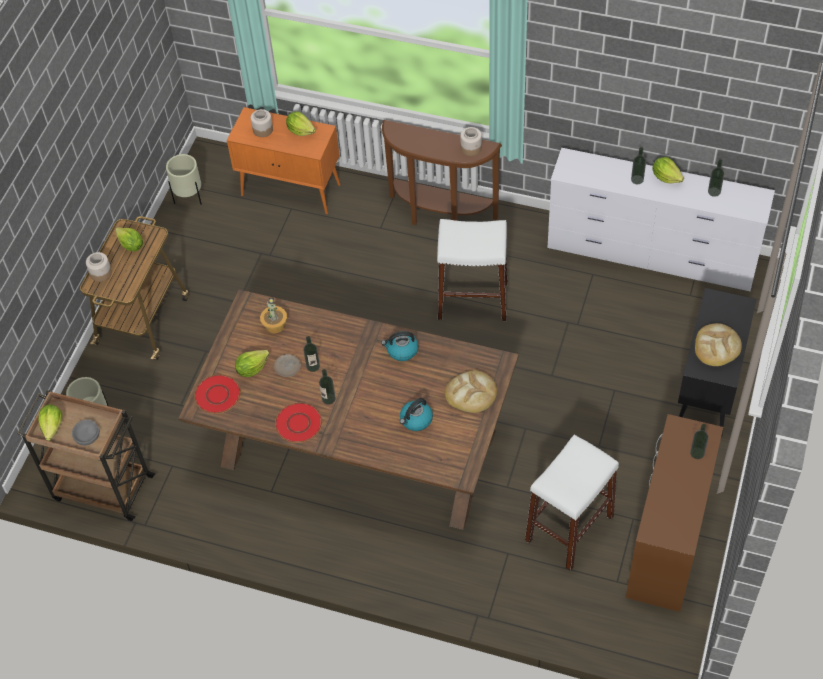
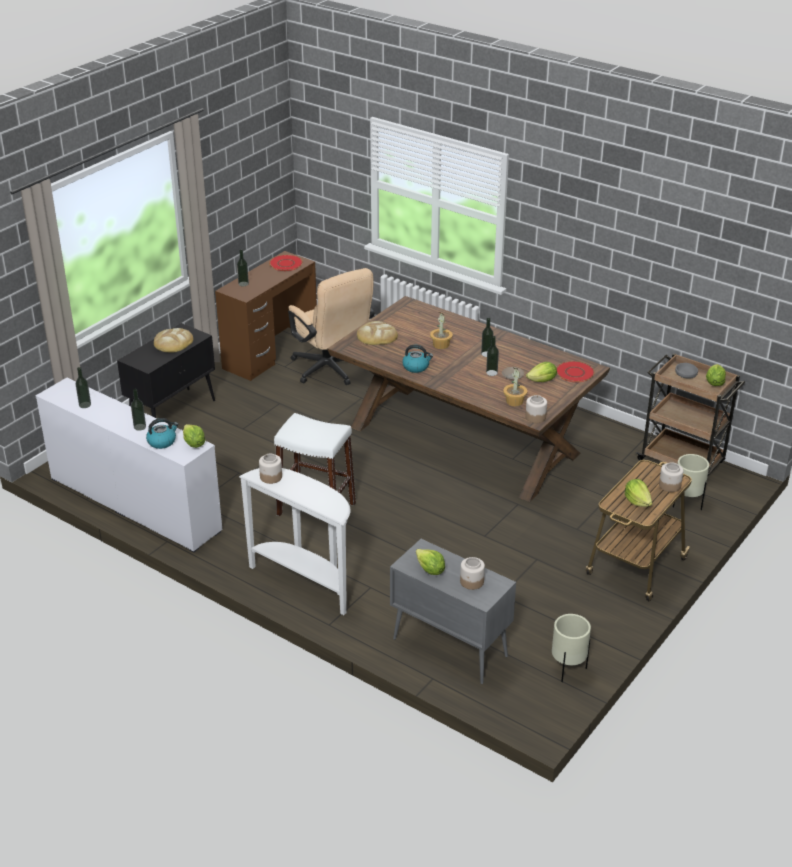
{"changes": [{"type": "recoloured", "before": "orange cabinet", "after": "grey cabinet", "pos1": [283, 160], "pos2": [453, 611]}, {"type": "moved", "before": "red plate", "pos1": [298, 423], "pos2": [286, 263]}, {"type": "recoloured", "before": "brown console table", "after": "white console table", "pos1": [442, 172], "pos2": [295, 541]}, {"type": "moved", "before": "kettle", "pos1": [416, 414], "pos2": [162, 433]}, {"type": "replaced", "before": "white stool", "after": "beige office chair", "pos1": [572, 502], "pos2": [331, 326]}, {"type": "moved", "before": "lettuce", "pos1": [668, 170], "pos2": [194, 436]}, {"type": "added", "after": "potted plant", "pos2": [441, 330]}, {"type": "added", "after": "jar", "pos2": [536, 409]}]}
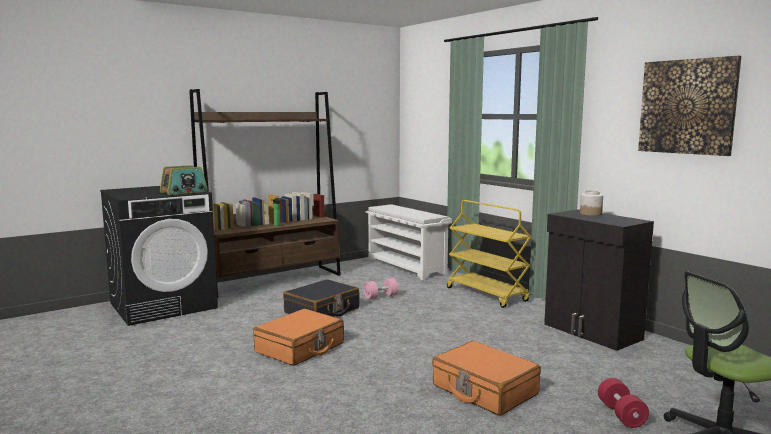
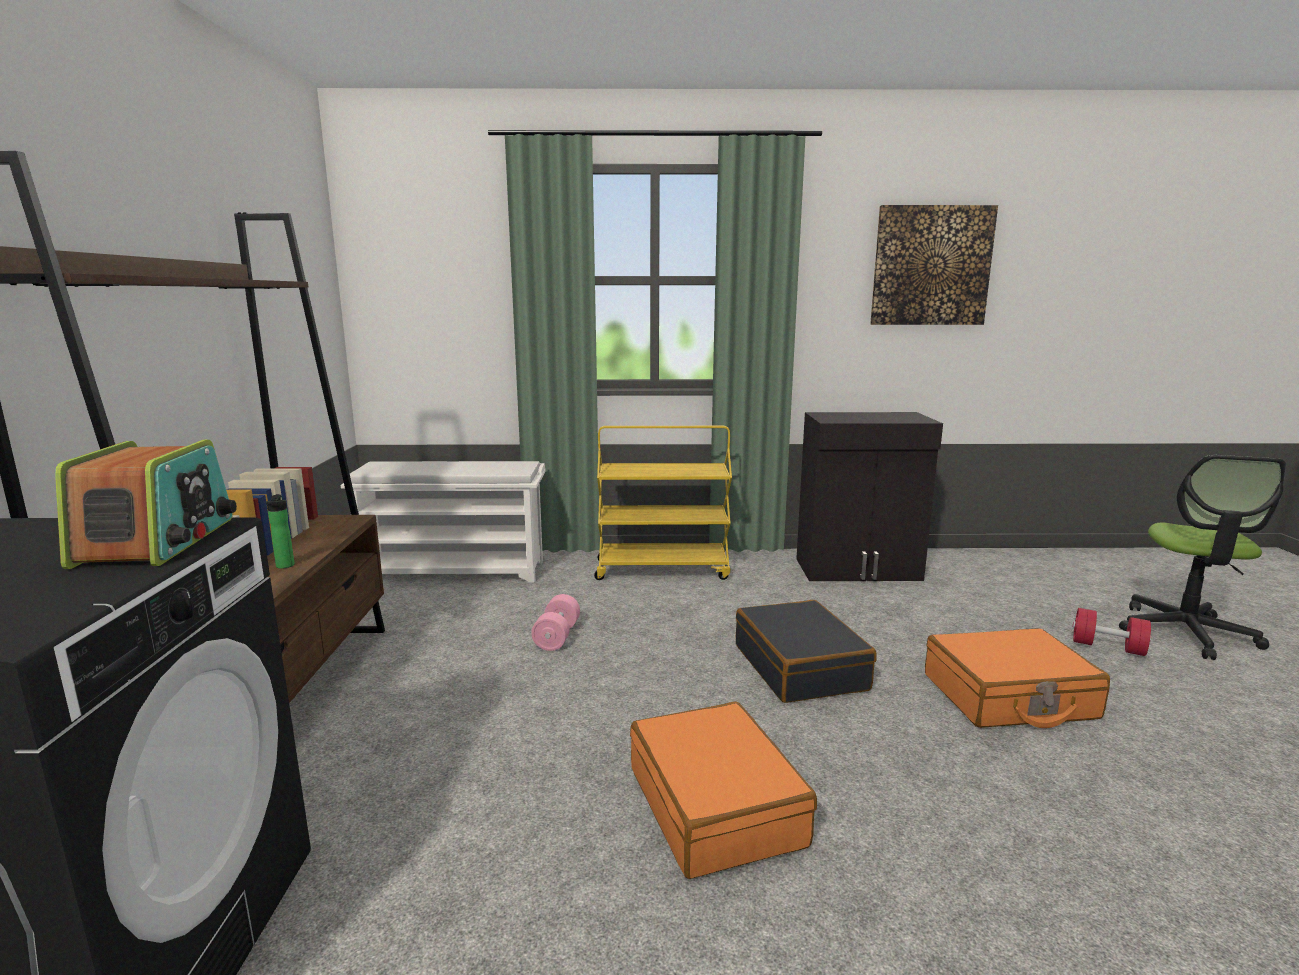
{"changes": [{"type": "moved", "before": "black suitcase", "pos1": [321, 298], "pos2": [806, 651]}, {"type": "removed", "before": "jar", "pos1": [591, 203]}]}
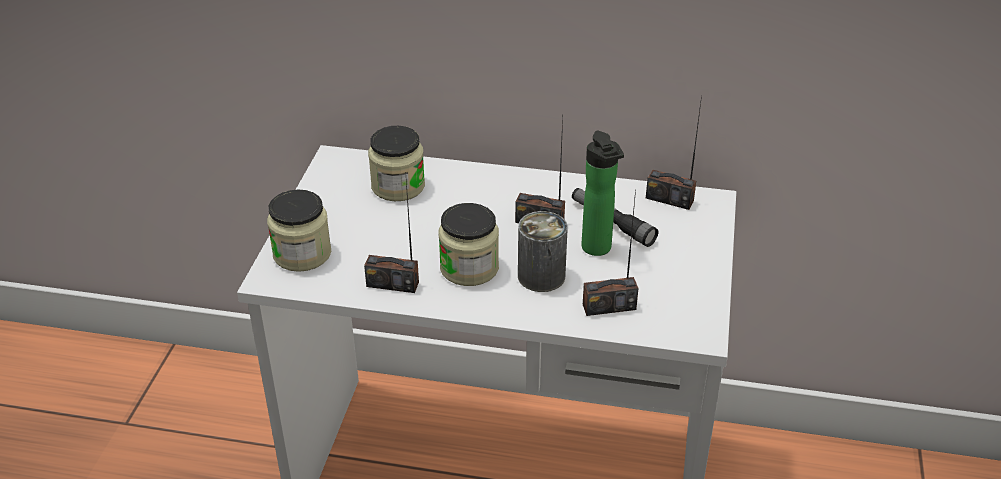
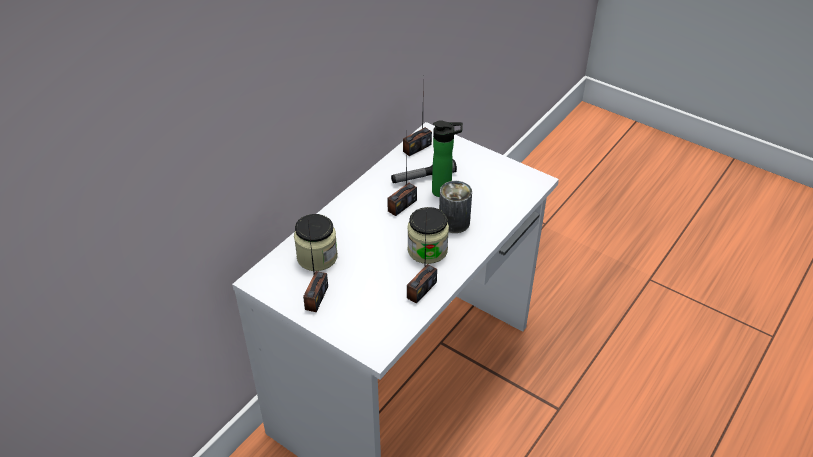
{"changes": [{"type": "removed", "before": "jar", "pos1": [299, 230]}, {"type": "moved", "before": "radio", "pos1": [610, 252], "pos2": [315, 267]}]}
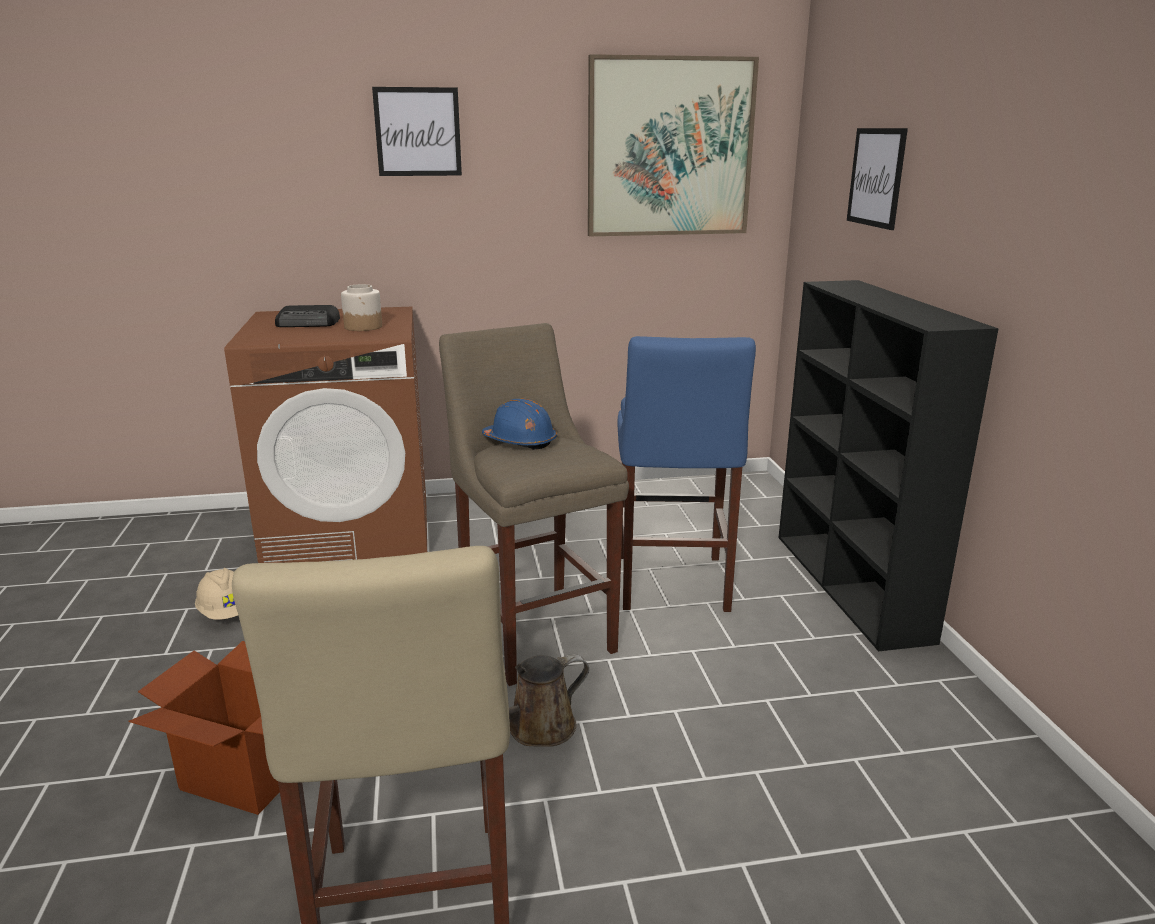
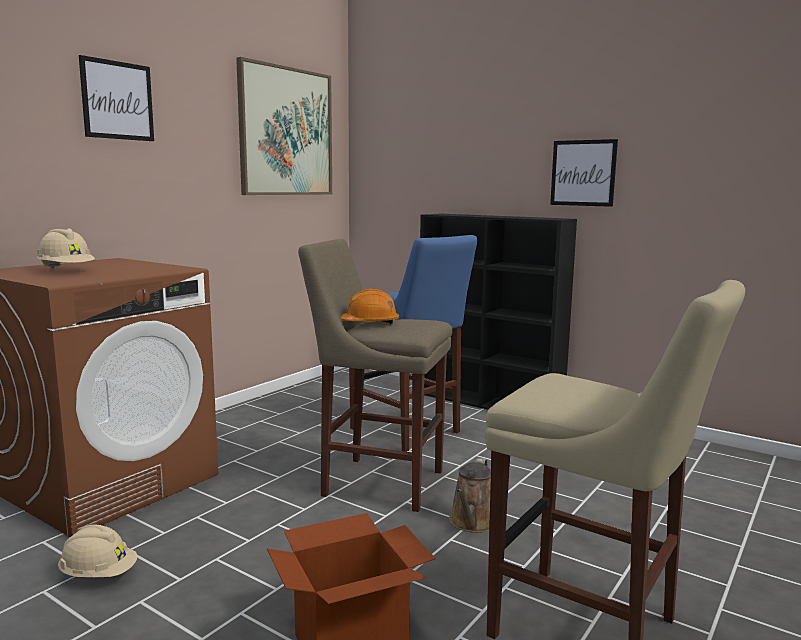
{"changes": [{"type": "replaced", "before": "radio", "after": "beige hard hat", "pos1": [307, 316], "pos2": [65, 248]}, {"type": "removed", "before": "jar", "pos1": [361, 307]}, {"type": "recoloured", "before": "blue hard hat", "after": "orange hard hat", "pos1": [519, 424], "pos2": [370, 306]}, {"type": "moved", "before": "picture", "pos1": [877, 179], "pos2": [584, 173]}]}
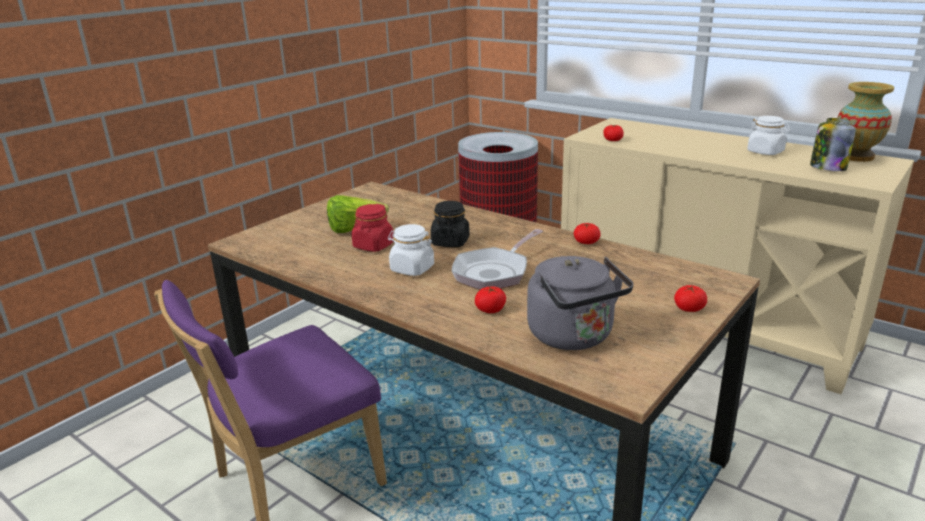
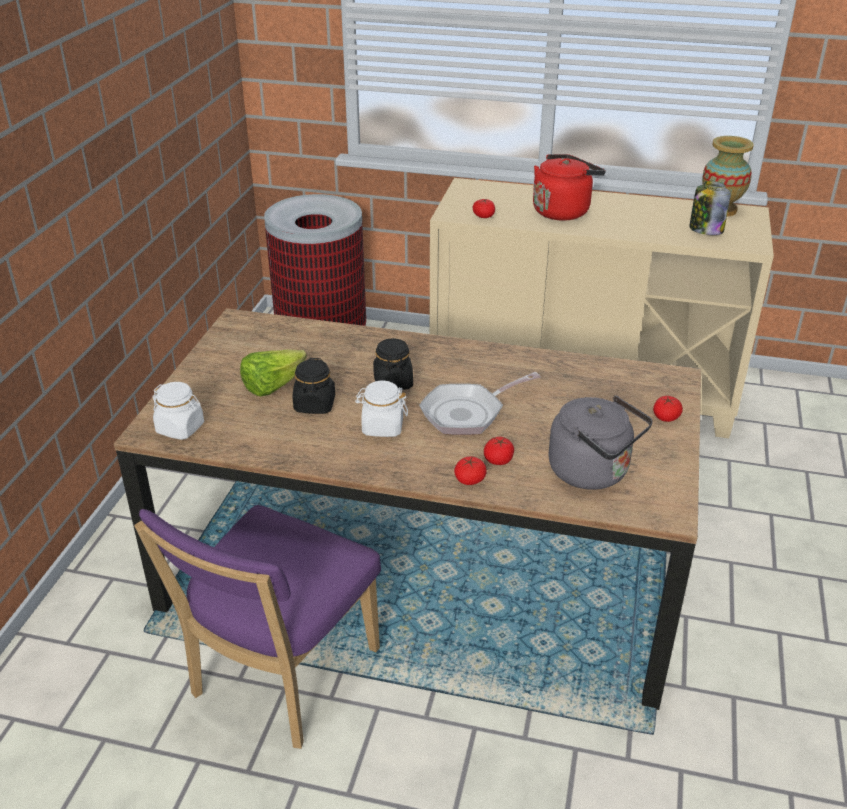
{"changes": [{"type": "recoloured", "before": "red jar", "after": "black jar", "pos1": [373, 228], "pos2": [314, 386]}, {"type": "turned", "before": "frying pan", "pos1": [497, 259], "pos2": [479, 403], "turn": 45}, {"type": "moved", "before": "tomato", "pos1": [587, 233], "pos2": [470, 471]}, {"type": "moved", "before": "white jar", "pos1": [768, 135], "pos2": [178, 411]}, {"type": "added", "after": "red kettle", "pos2": [569, 187]}]}
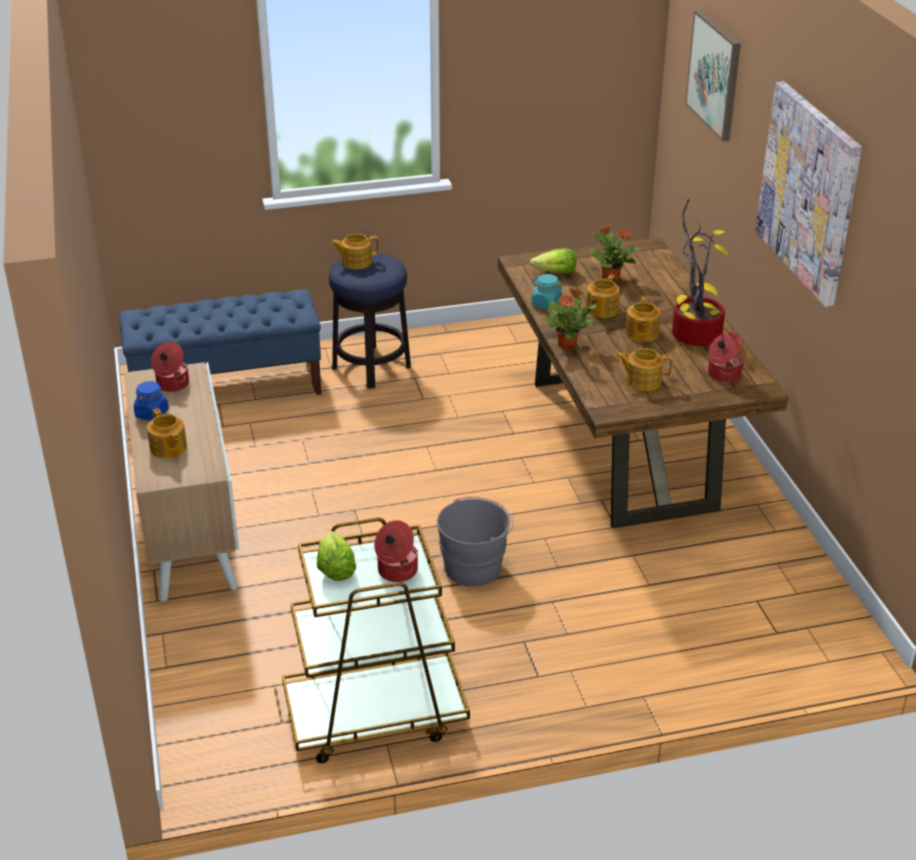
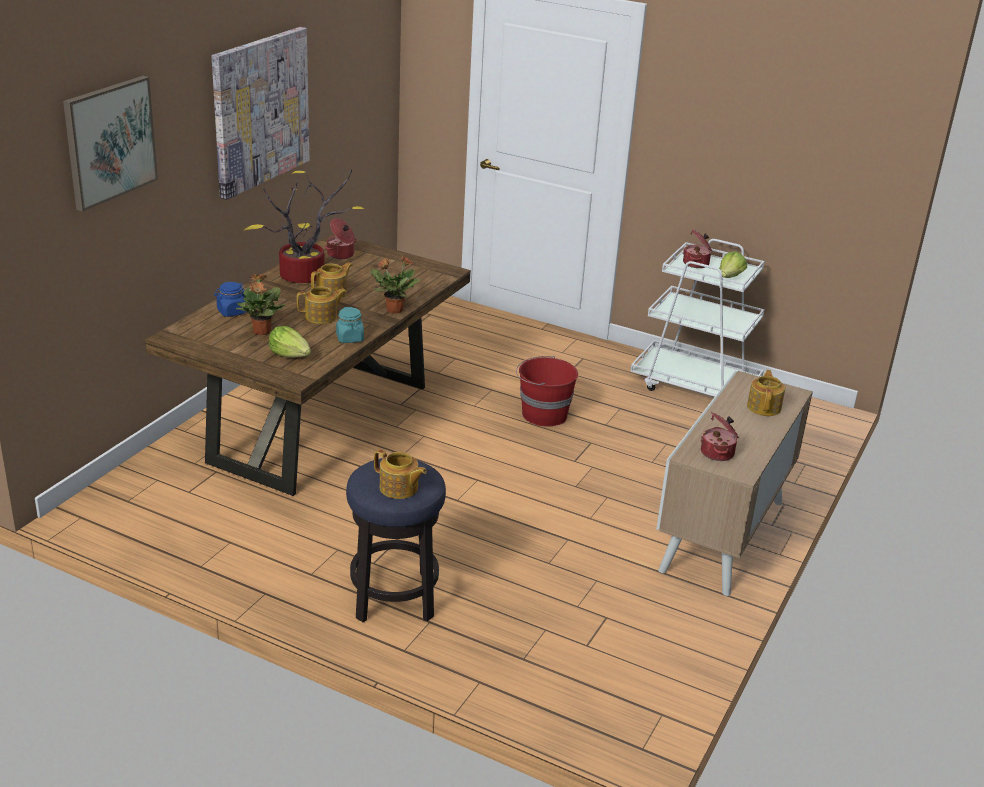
{"changes": [{"type": "removed", "before": "blue bench", "pos1": [220, 342]}, {"type": "moved", "before": "blue jar", "pos1": [151, 401], "pos2": [230, 299]}, {"type": "recoloured", "before": "brown cart", "after": "white cart", "pos1": [376, 640], "pos2": [697, 318]}, {"type": "recoloured", "before": "grey bucket", "after": "red bucket", "pos1": [475, 542], "pos2": [547, 391]}, {"type": "removed", "before": "teapot", "pos1": [644, 369]}]}
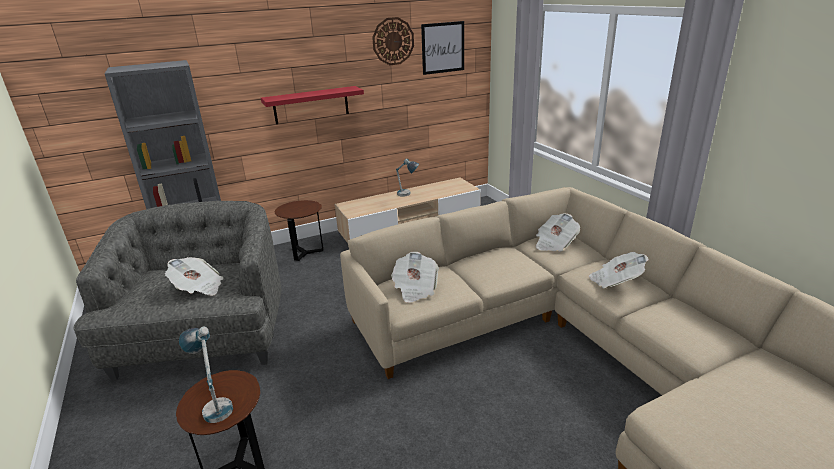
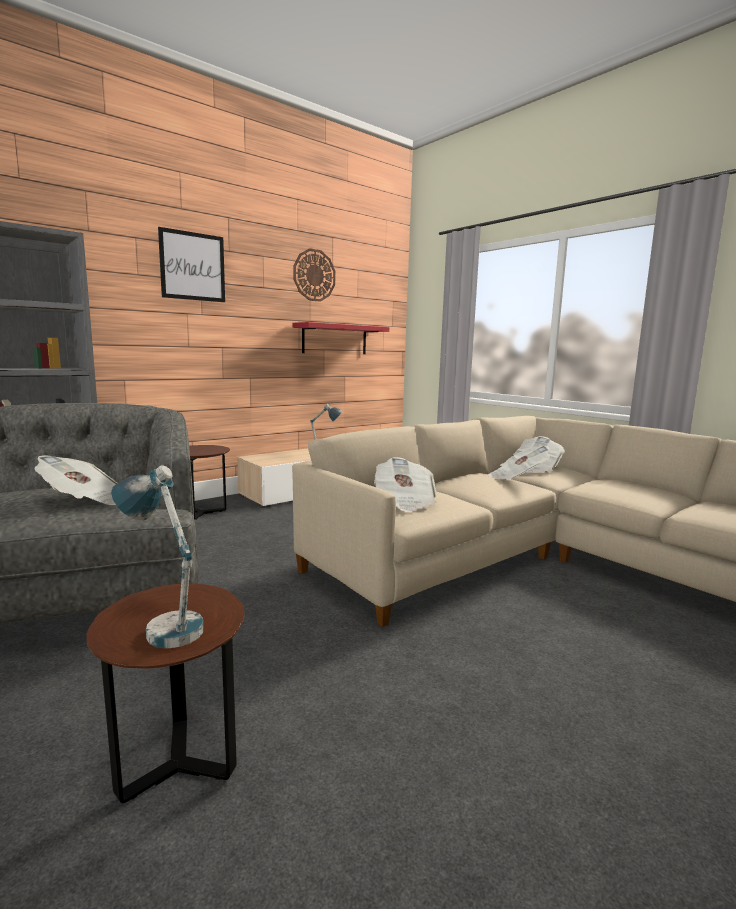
{"changes": [{"type": "moved", "before": "red shelf", "pos1": [312, 105], "pos2": [340, 338]}, {"type": "moved", "before": "picture", "pos1": [442, 48], "pos2": [191, 264]}, {"type": "moved", "before": "newspaper", "pos1": [619, 270], "pos2": [519, 463]}]}
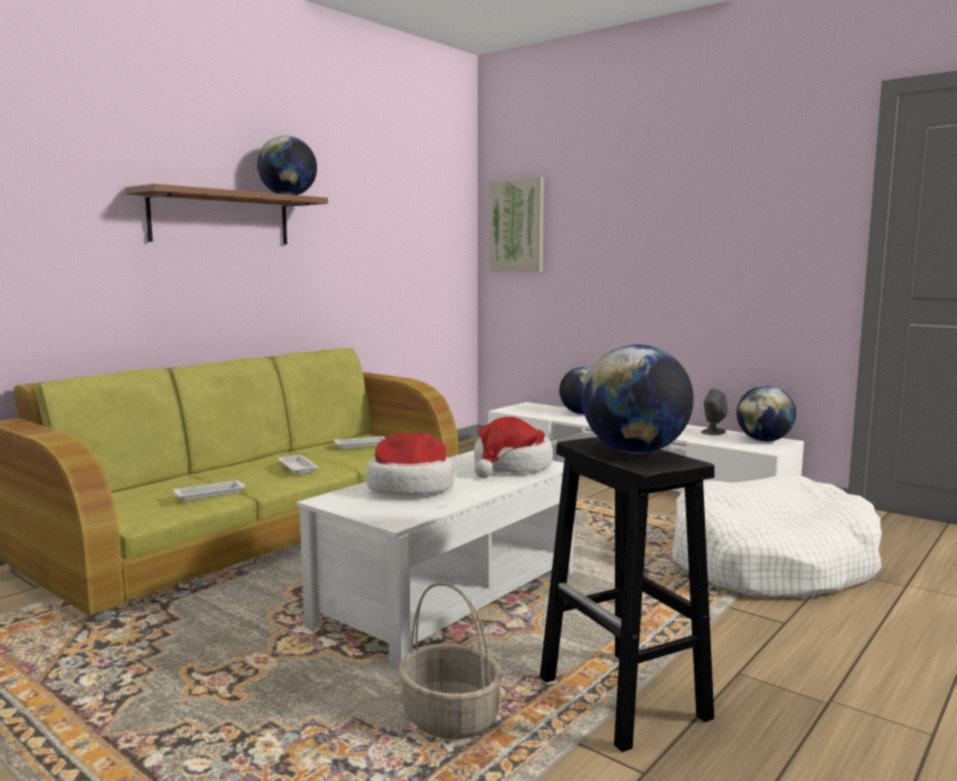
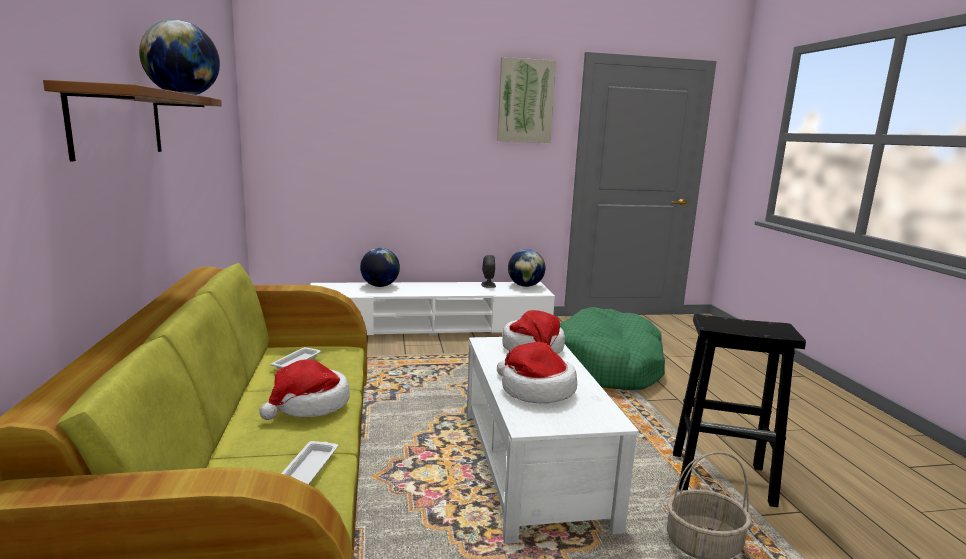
{"changes": [{"type": "replaced", "before": "white tray", "after": "hat", "pos1": [298, 464], "pos2": [304, 389]}, {"type": "moved", "before": "picture", "pos1": [517, 224], "pos2": [526, 100]}, {"type": "removed", "before": "globe", "pos1": [638, 399]}, {"type": "recoloured", "before": "white dog bed", "after": "green dog bed", "pos1": [777, 536], "pos2": [612, 348]}]}
